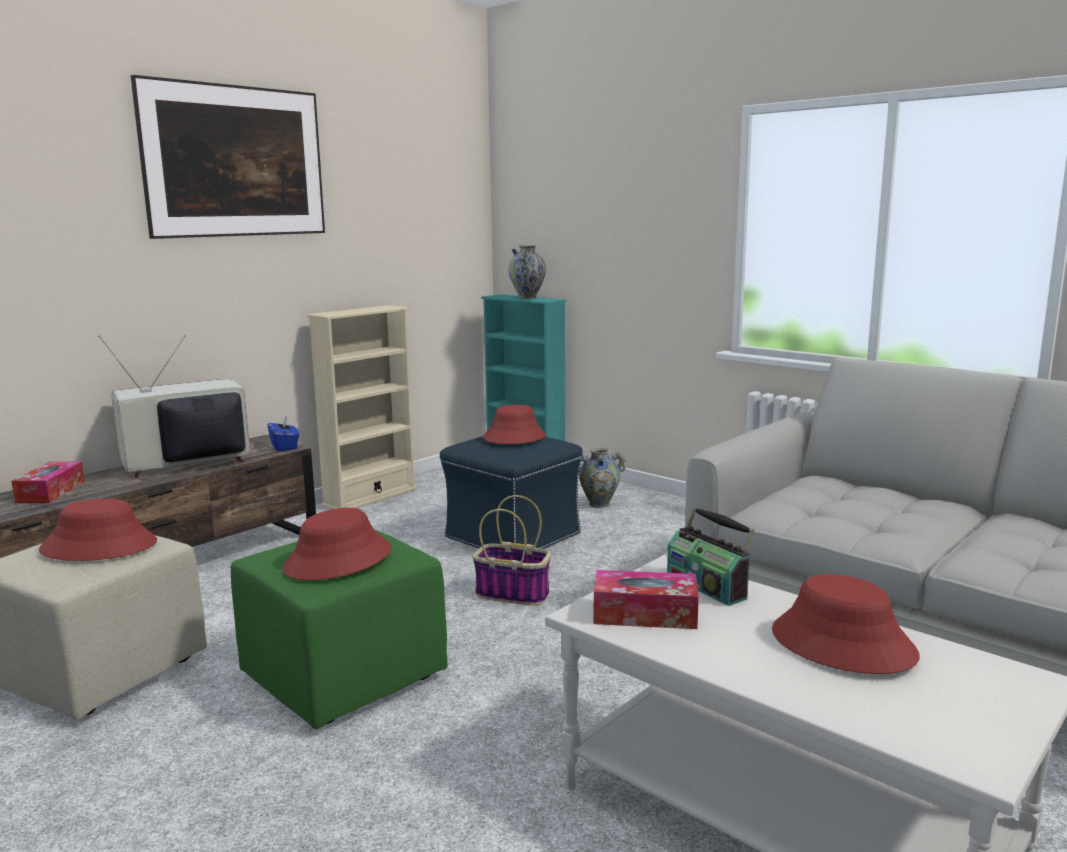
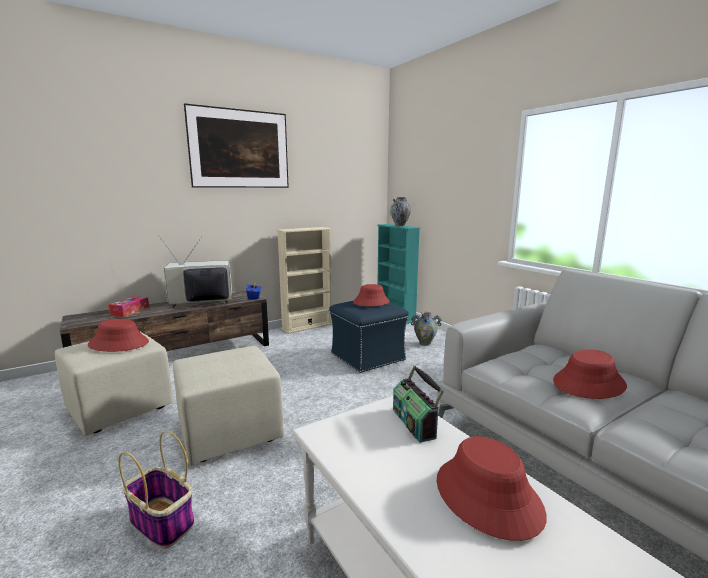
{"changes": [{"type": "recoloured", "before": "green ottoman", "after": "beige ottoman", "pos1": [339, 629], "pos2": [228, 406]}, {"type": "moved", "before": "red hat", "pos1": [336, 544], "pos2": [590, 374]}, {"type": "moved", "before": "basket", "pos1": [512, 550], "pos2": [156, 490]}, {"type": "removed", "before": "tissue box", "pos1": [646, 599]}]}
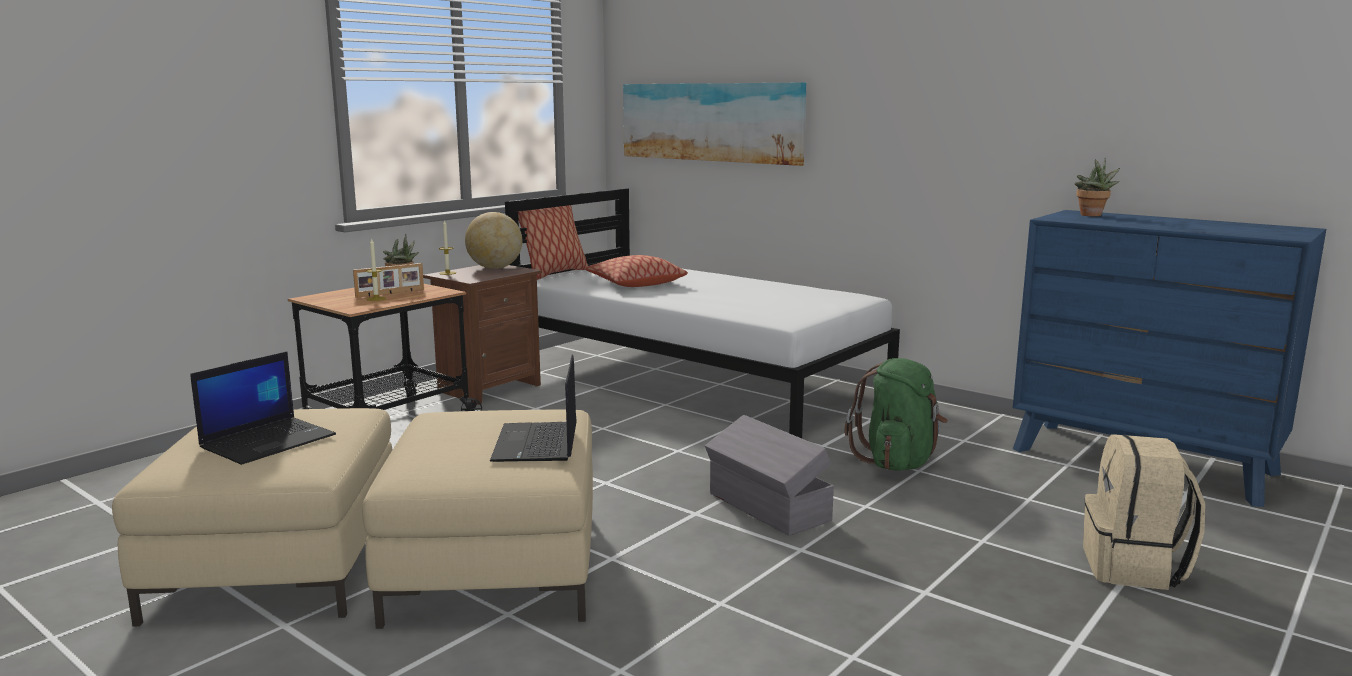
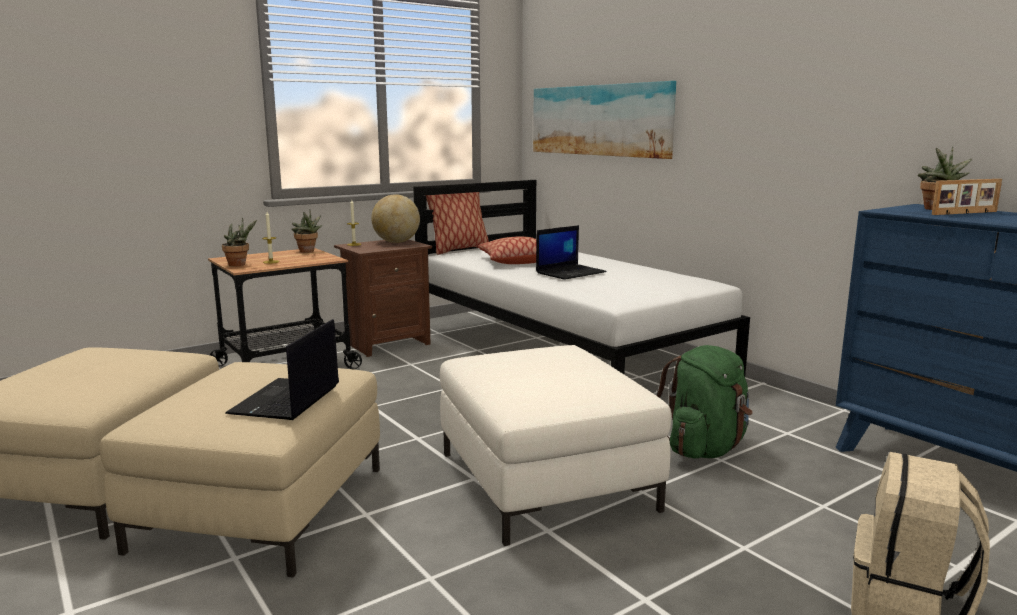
{"changes": [{"type": "moved", "before": "laptop", "pos1": [263, 408], "pos2": [571, 252]}, {"type": "moved", "before": "picture frame", "pos1": [388, 280], "pos2": [967, 197]}, {"type": "replaced", "before": "grey storage box", "after": "white ottoman", "pos1": [769, 475], "pos2": [555, 445]}, {"type": "added", "after": "potted plant", "pos2": [239, 242]}]}
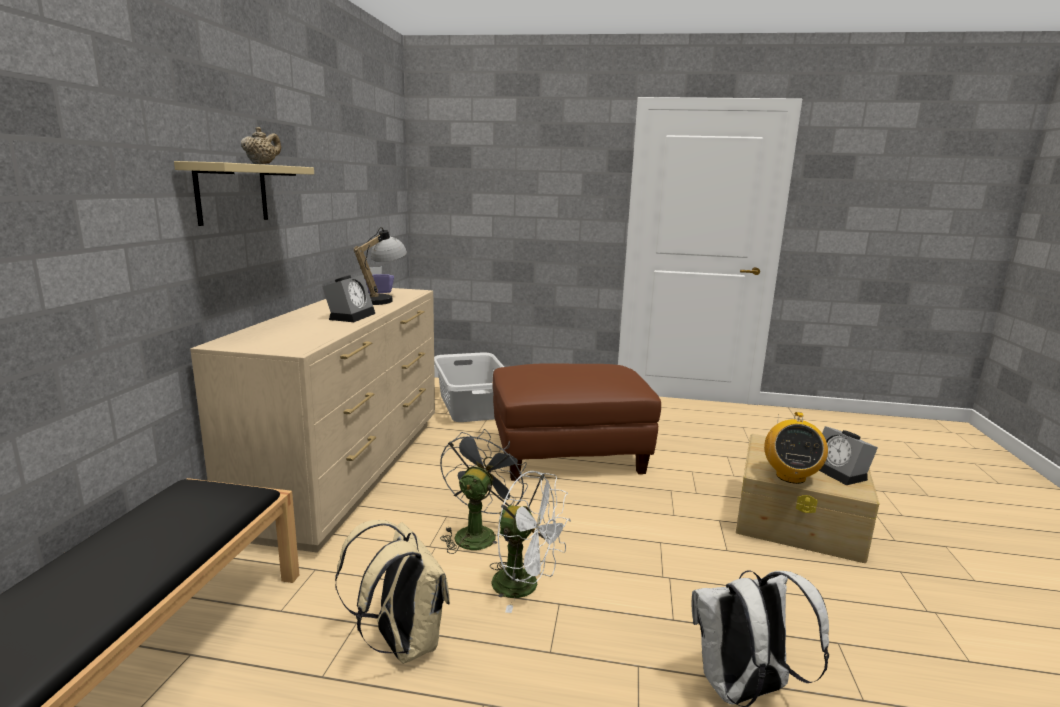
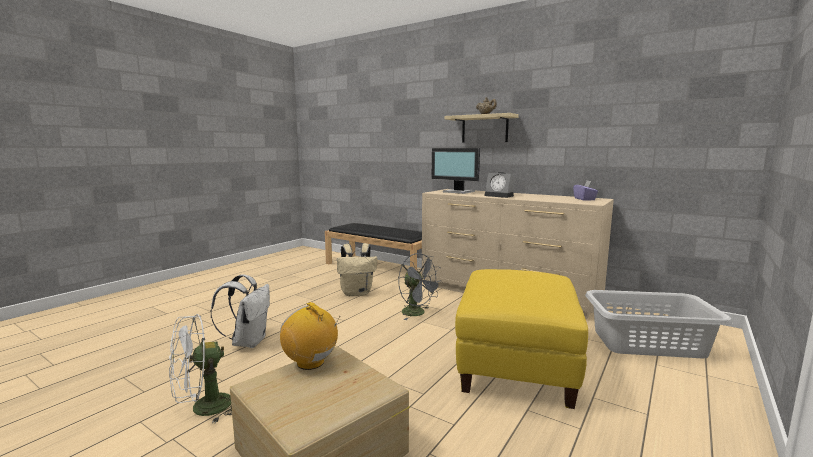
{"changes": [{"type": "removed", "before": "table lamp", "pos1": [380, 266]}, {"type": "moved", "before": "white fan", "pos1": [530, 542], "pos2": [200, 368]}, {"type": "recoloured", "before": "brown ottoman", "after": "yellow ottoman", "pos1": [577, 422], "pos2": [521, 339]}, {"type": "removed", "before": "alarm clock", "pos1": [848, 455]}, {"type": "added", "after": "monitor", "pos2": [456, 171]}]}
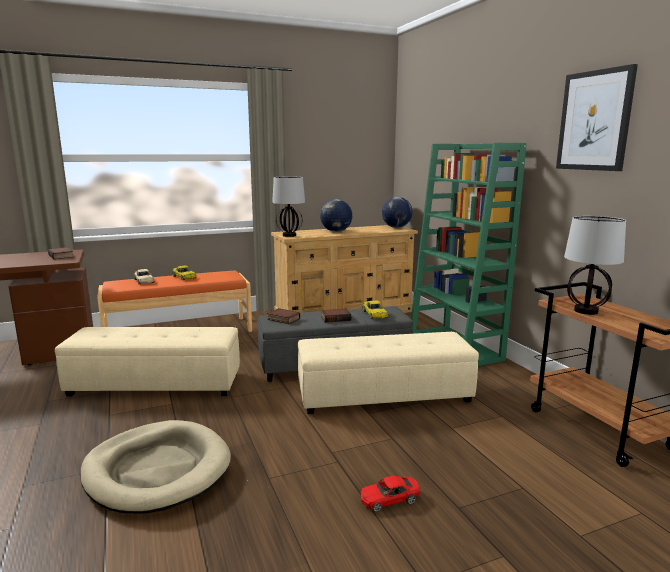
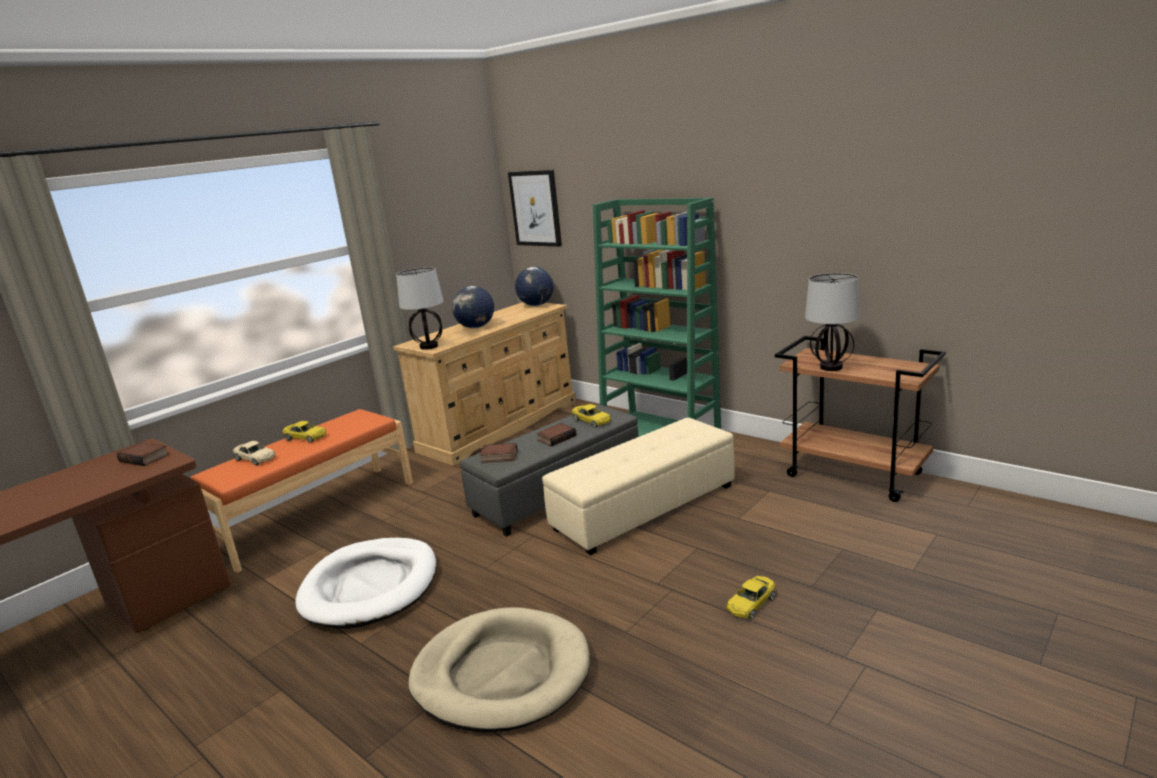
{"changes": [{"type": "replaced", "before": "beige ottoman", "after": "white dog bed", "pos1": [147, 361], "pos2": [365, 583]}, {"type": "recoloured", "before": "red toy car", "after": "yellow toy car", "pos1": [390, 494], "pos2": [751, 597]}, {"type": "moved", "before": "picture", "pos1": [597, 117], "pos2": [535, 208]}]}
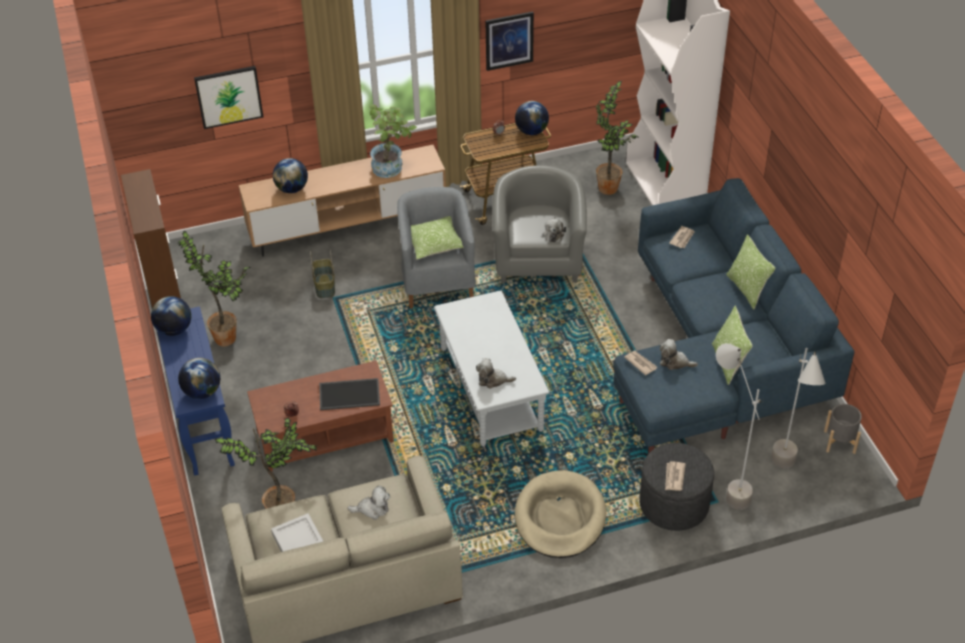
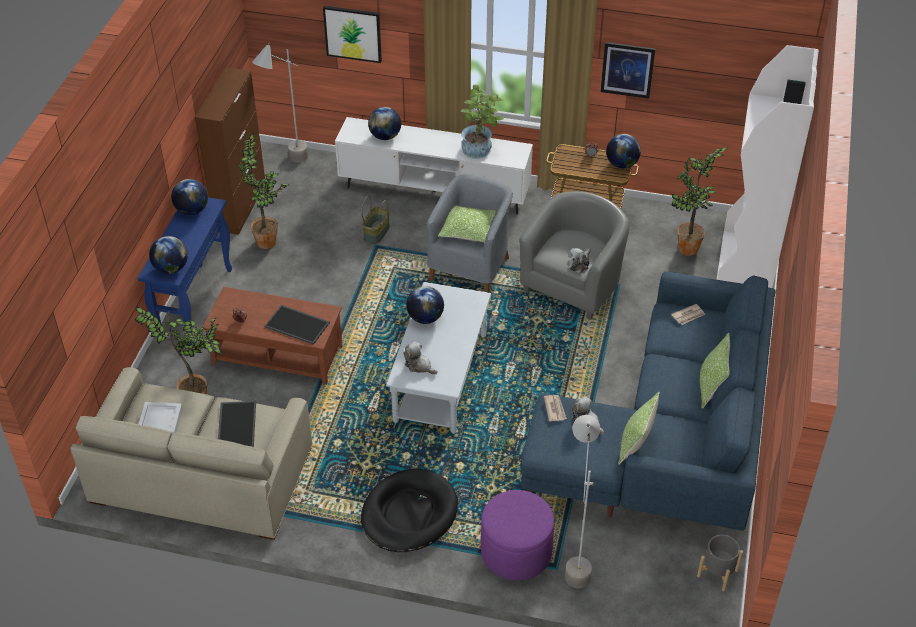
{"changes": [{"type": "recoloured", "before": "brown tv stand", "after": "white tv stand", "pos1": [342, 201], "pos2": [434, 165]}, {"type": "replaced", "before": "plush toy", "after": "tray", "pos1": [368, 503], "pos2": [237, 424]}, {"type": "recoloured", "before": "beige dog bed", "after": "black dog bed", "pos1": [560, 514], "pos2": [409, 510]}, {"type": "recoloured", "before": "grey ottoman", "after": "purple ottoman", "pos1": [676, 487], "pos2": [518, 535]}, {"type": "removed", "before": "newspaper", "pos1": [675, 476]}, {"type": "moved", "before": "grey floor lamp", "pos1": [798, 408], "pos2": [280, 102]}, {"type": "added", "after": "globe", "pos2": [425, 305]}]}
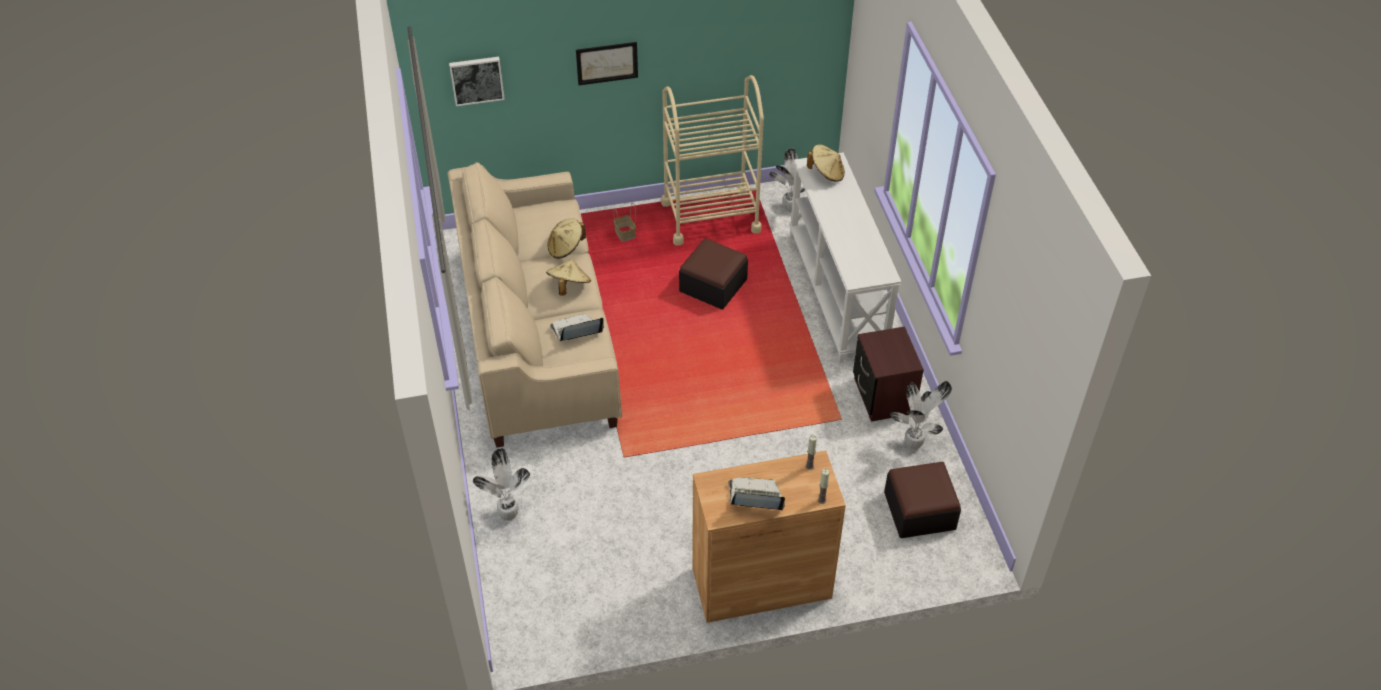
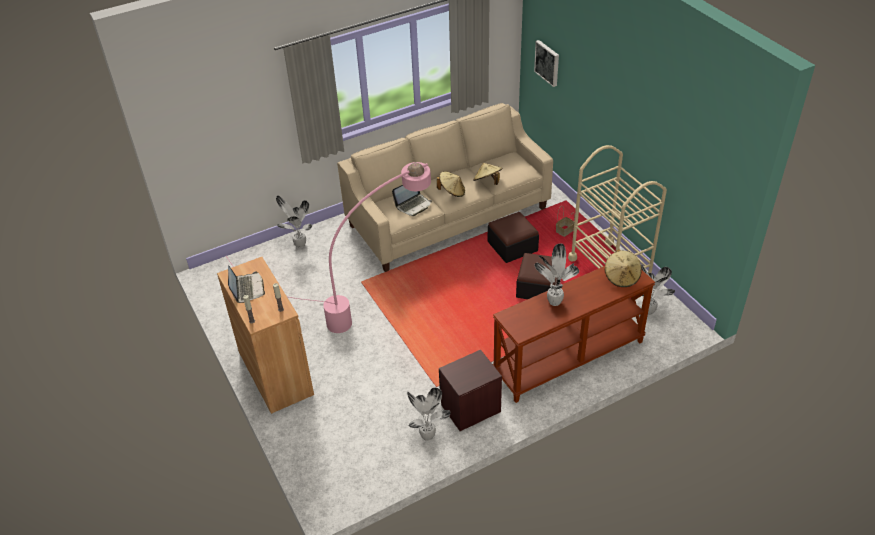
{"changes": [{"type": "turned", "before": "laptop", "pos1": [577, 327], "pos2": [412, 200], "turn": 90}, {"type": "removed", "before": "picture", "pos1": [607, 63]}, {"type": "recoloured", "before": "white console table", "after": "brown console table", "pos1": [845, 257], "pos2": [574, 334]}, {"type": "moved", "before": "ottoman", "pos1": [922, 500], "pos2": [513, 237]}, {"type": "added", "after": "pink floor lamp", "pos2": [328, 247]}, {"type": "added", "after": "potted plant", "pos2": [556, 274]}]}
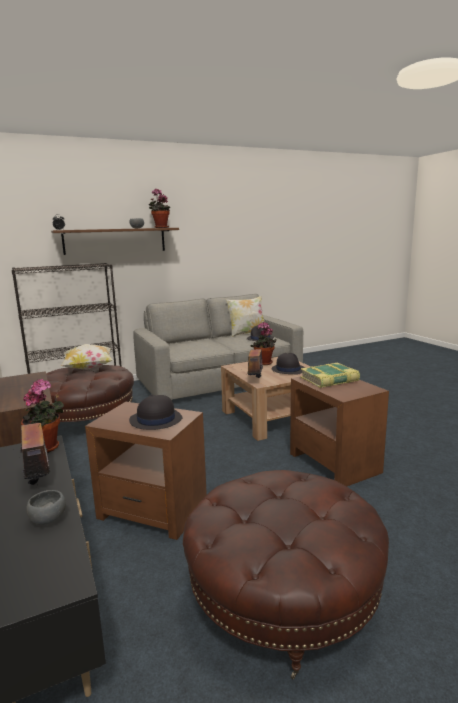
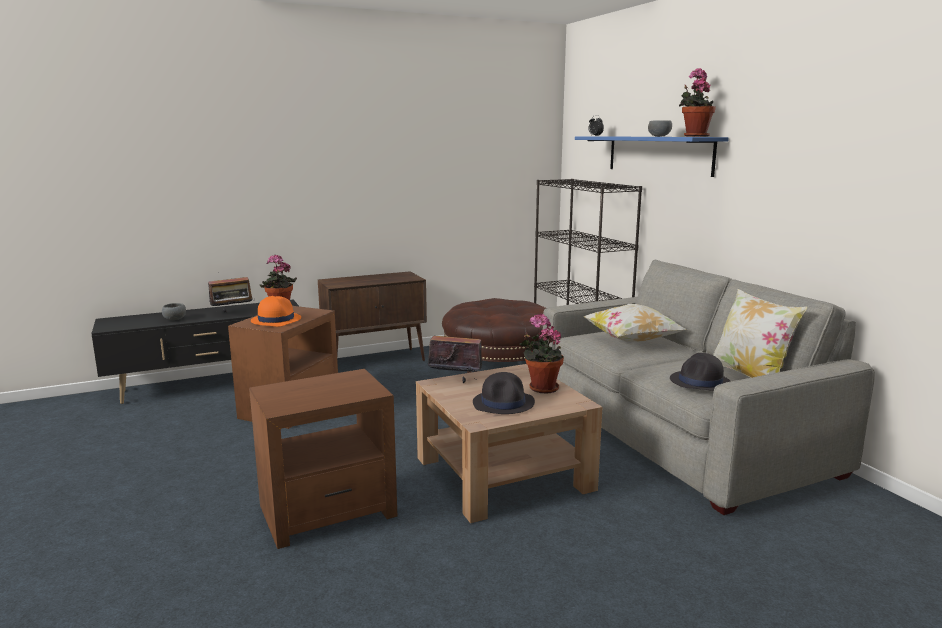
{"changes": [{"type": "recoloured", "before": "brown shelf", "after": "blue shelf", "pos1": [115, 241], "pos2": [652, 156]}, {"type": "moved", "before": "pillow", "pos1": [86, 357], "pos2": [635, 323]}, {"type": "recoloured", "before": "black hat", "after": "orange hat", "pos1": [156, 412], "pos2": [276, 311]}, {"type": "removed", "before": "brown ottoman", "pos1": [286, 574]}, {"type": "removed", "before": "book", "pos1": [330, 375]}]}
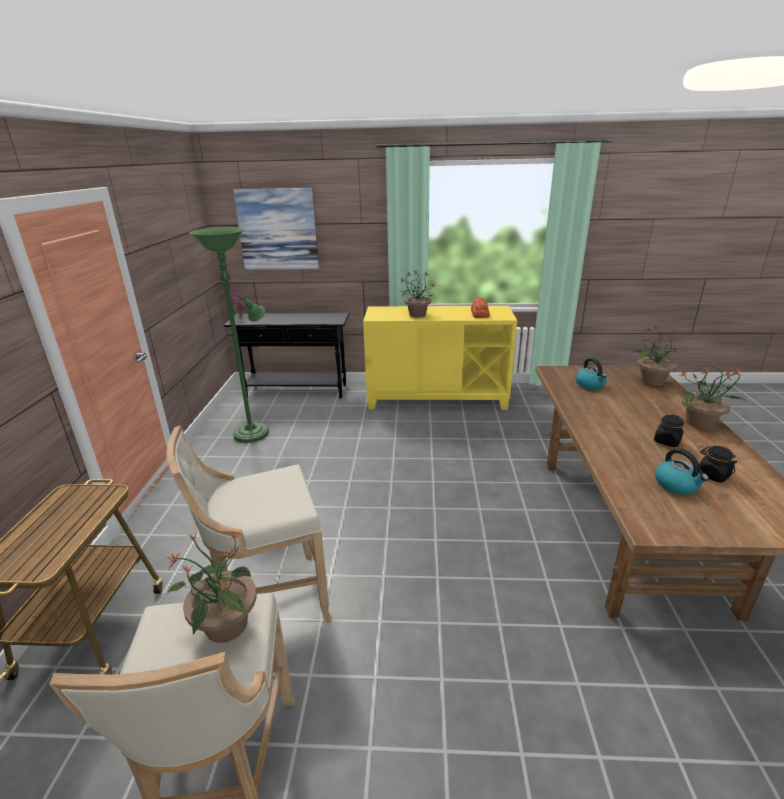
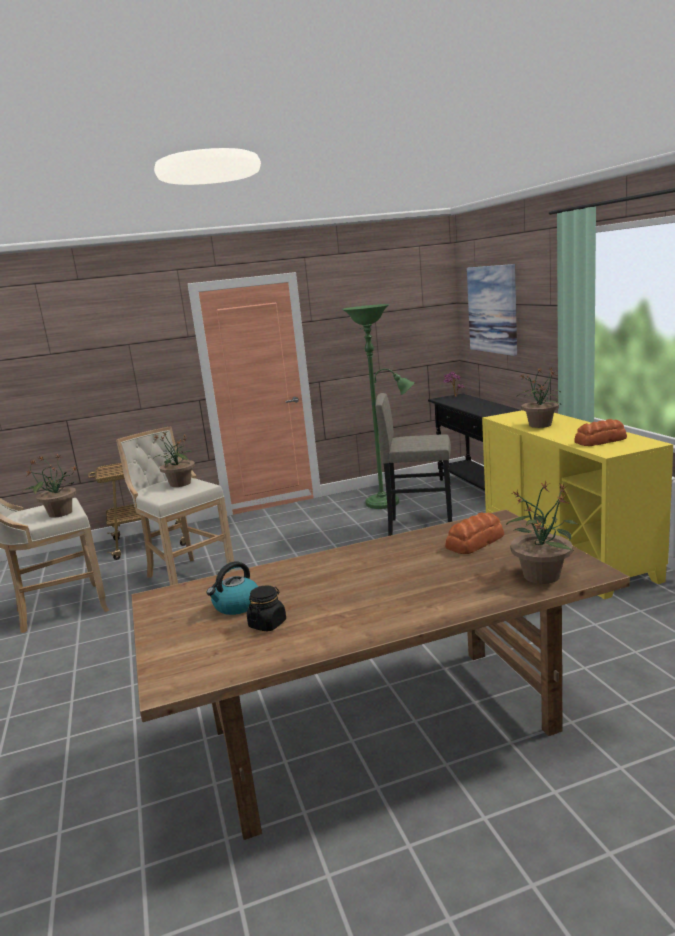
{"changes": [{"type": "replaced", "before": "kettle", "after": "bread", "pos1": [591, 373], "pos2": [474, 533]}, {"type": "removed", "before": "black jar", "pos1": [669, 431]}, {"type": "moved", "before": "potted plant", "pos1": [713, 396], "pos2": [174, 459]}, {"type": "added", "after": "grey stool", "pos2": [413, 464]}]}
